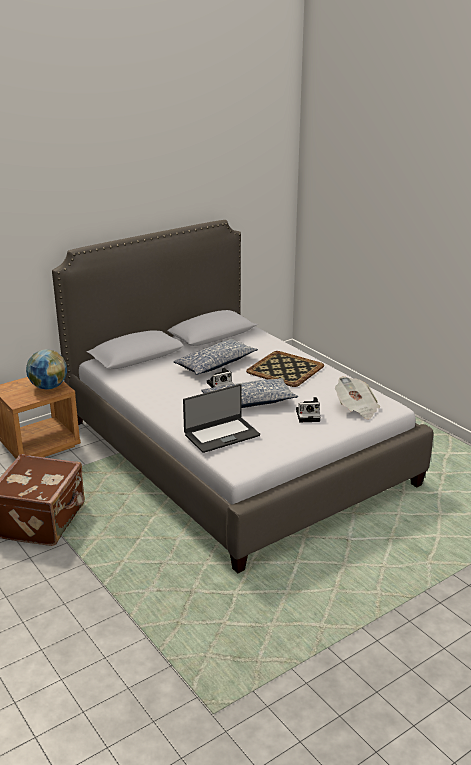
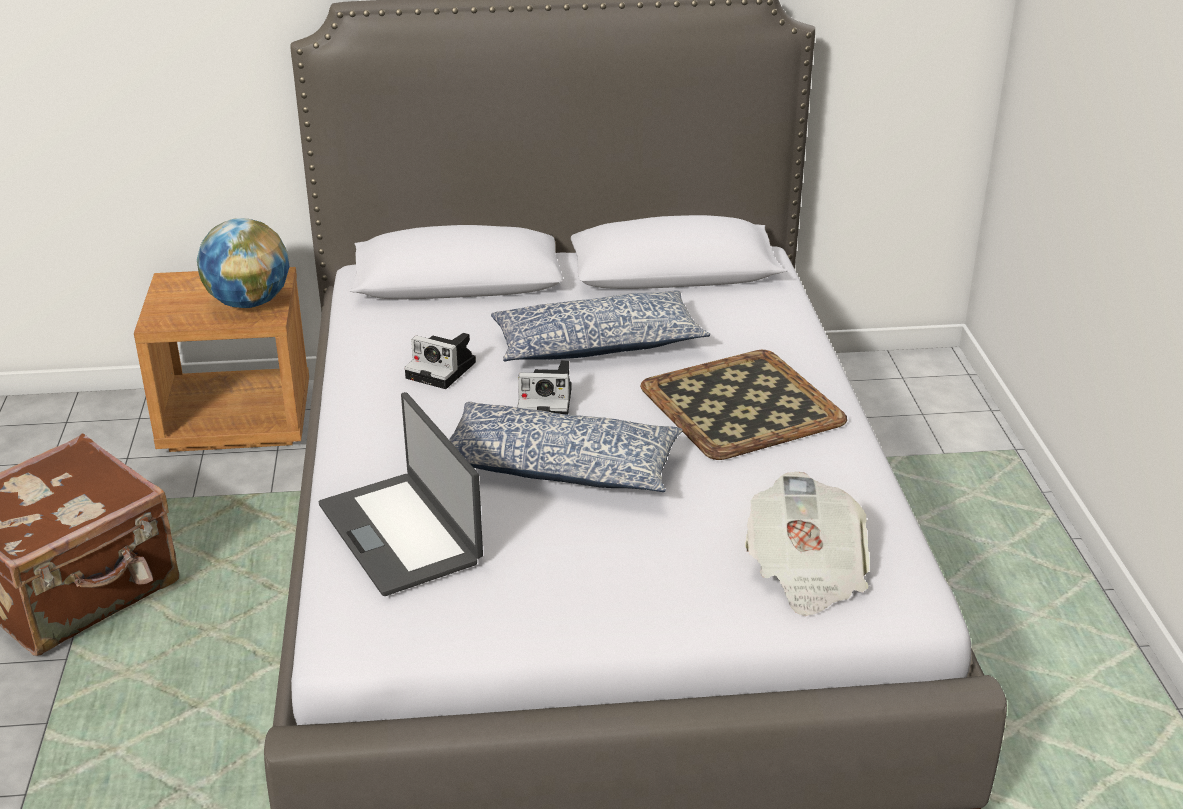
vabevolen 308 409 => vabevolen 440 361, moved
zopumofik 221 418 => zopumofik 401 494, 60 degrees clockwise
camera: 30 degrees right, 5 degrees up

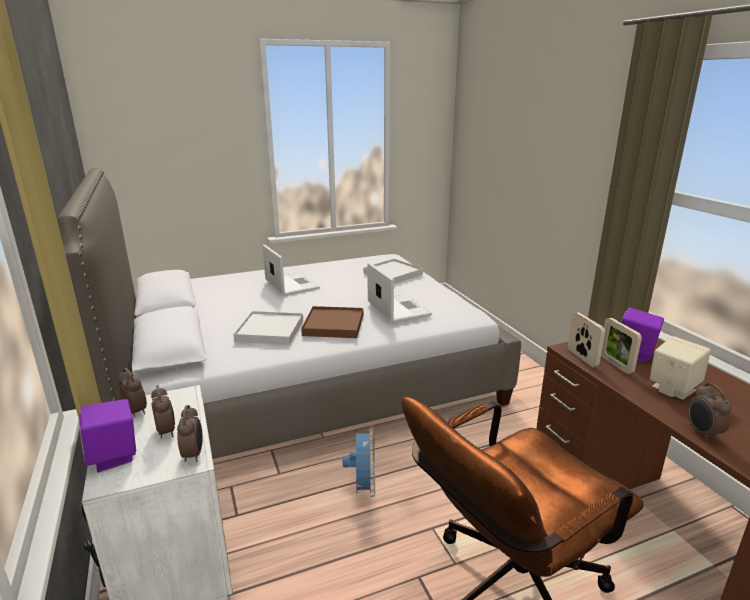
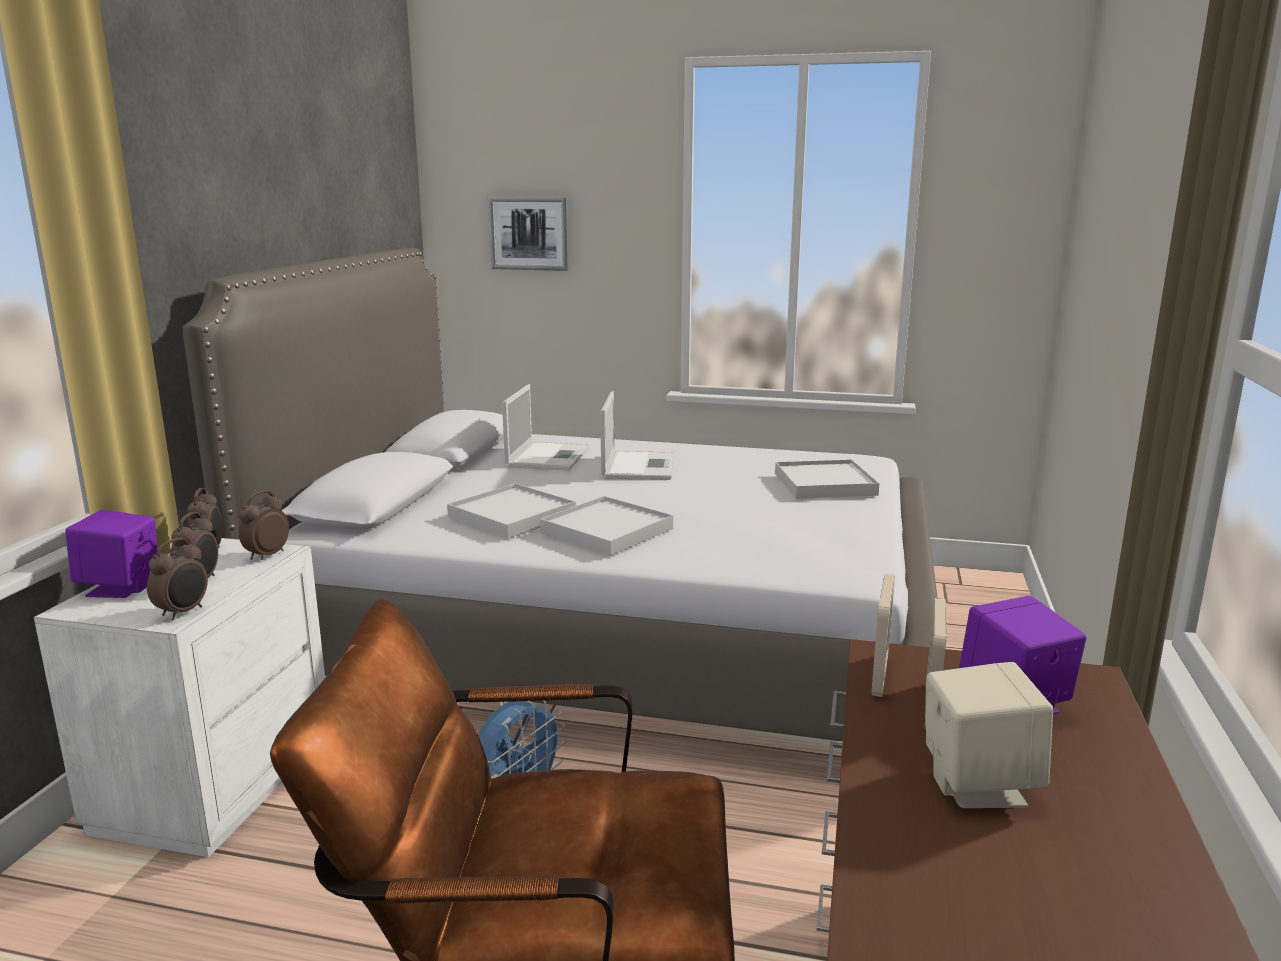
nothing => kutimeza 528 234
zopumofik 399 292 => zopumofik 546 427, moved
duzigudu 710 412 => duzigudu 264 525, moved
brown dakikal 332 322 => white dakikal 606 526
camera: 35 degrees right, 5 degrees down

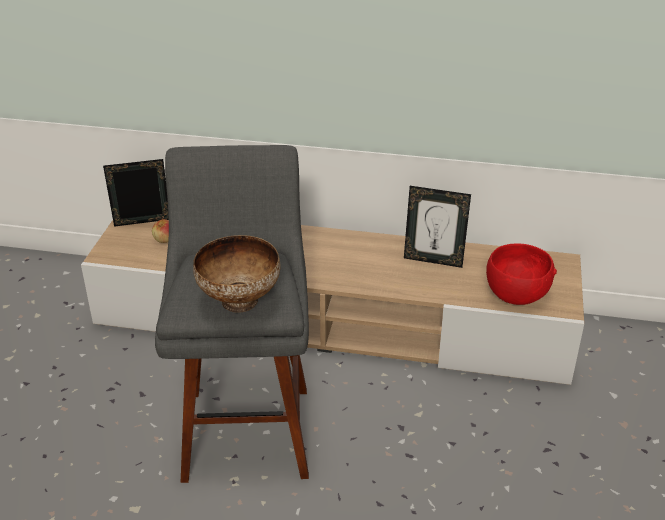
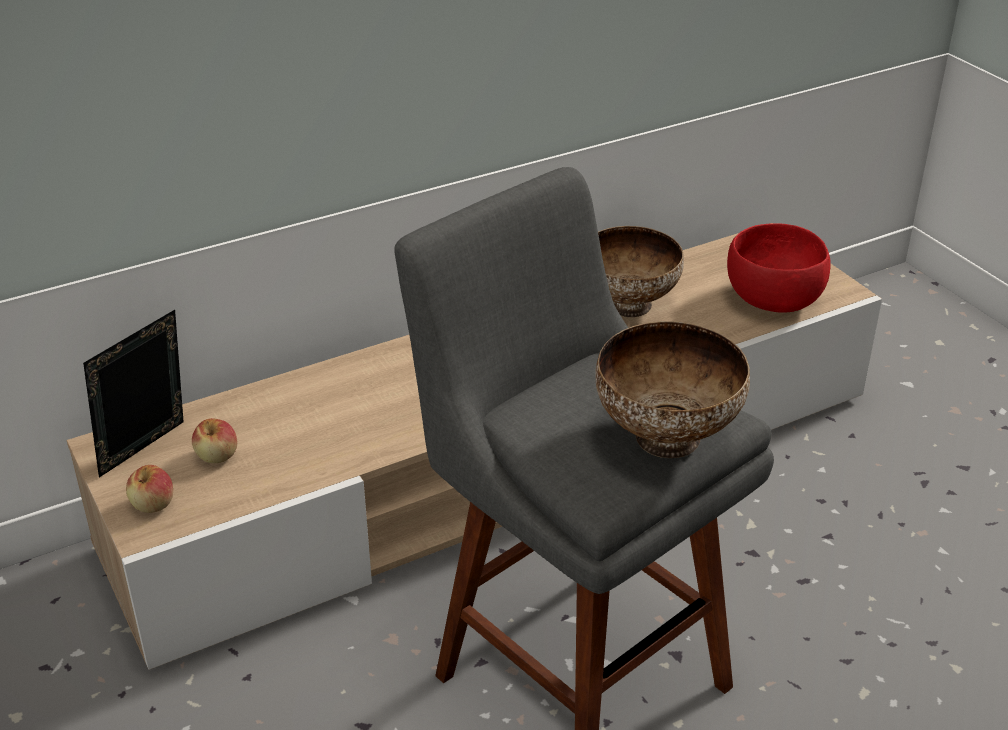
nothing => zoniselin 149 489
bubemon 437 227 => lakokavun 641 271
camera: 40 degrees left, 0 degrees up

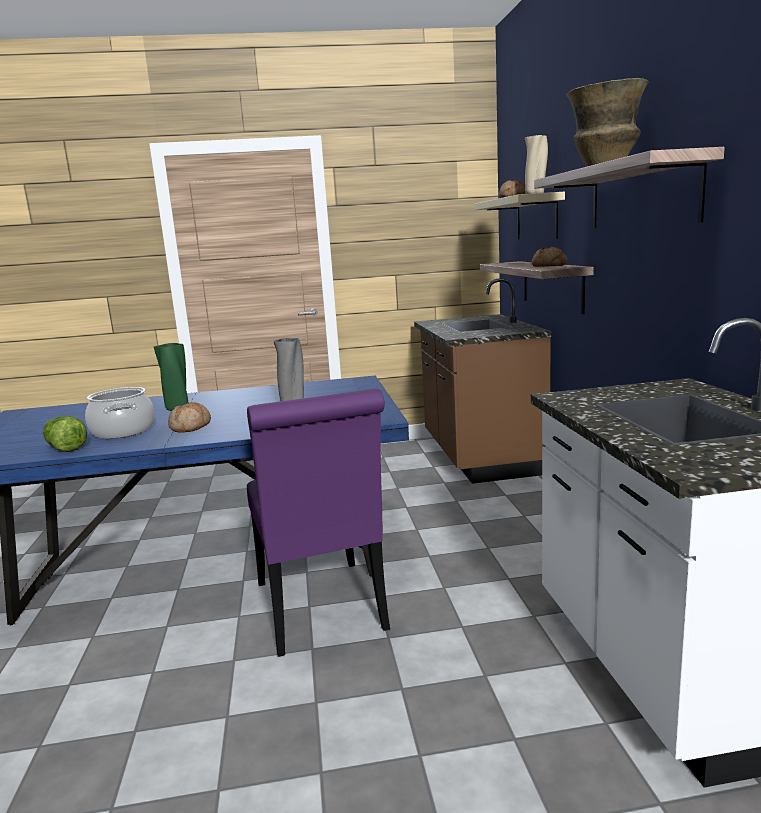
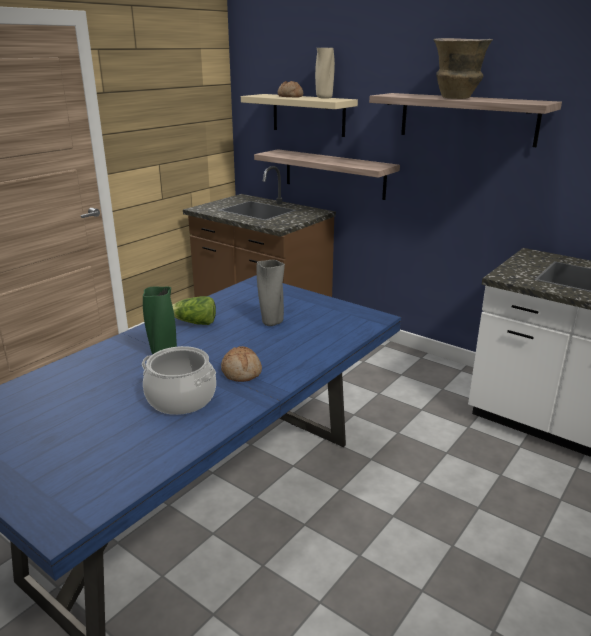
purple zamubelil 318 523 => nothing
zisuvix 549 257 => nothing
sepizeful 65 434 => sepizeful 194 310, moved
camera: 45 degrees left, 10 degrees up

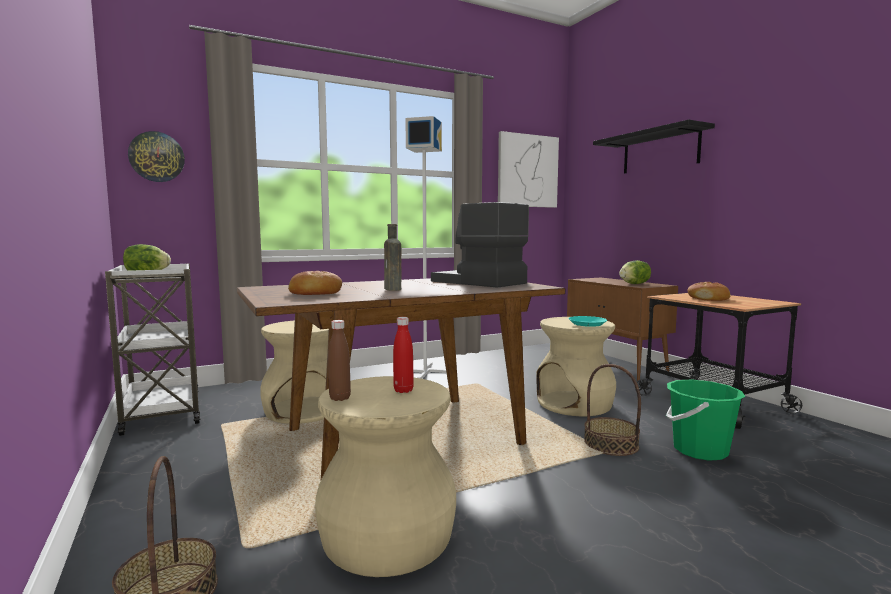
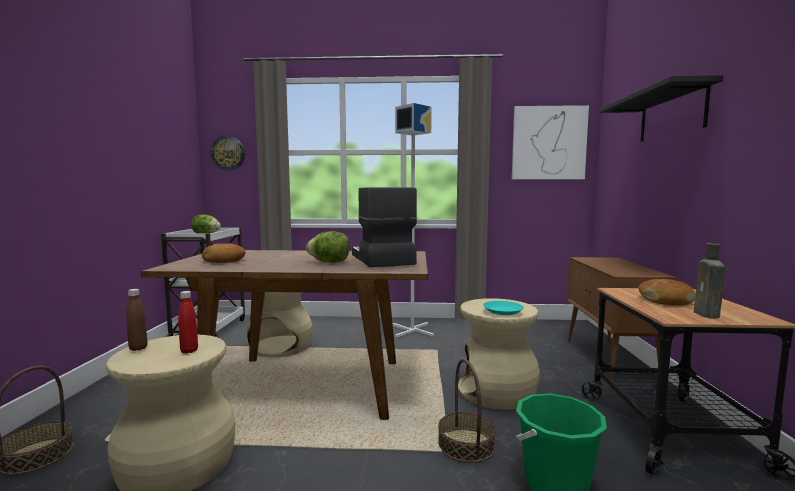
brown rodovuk 393 257 => brown rodovuk 709 281, moved
sepizeful 635 272 => sepizeful 327 247, moved
camera: 30 degrees right, 0 degrees up

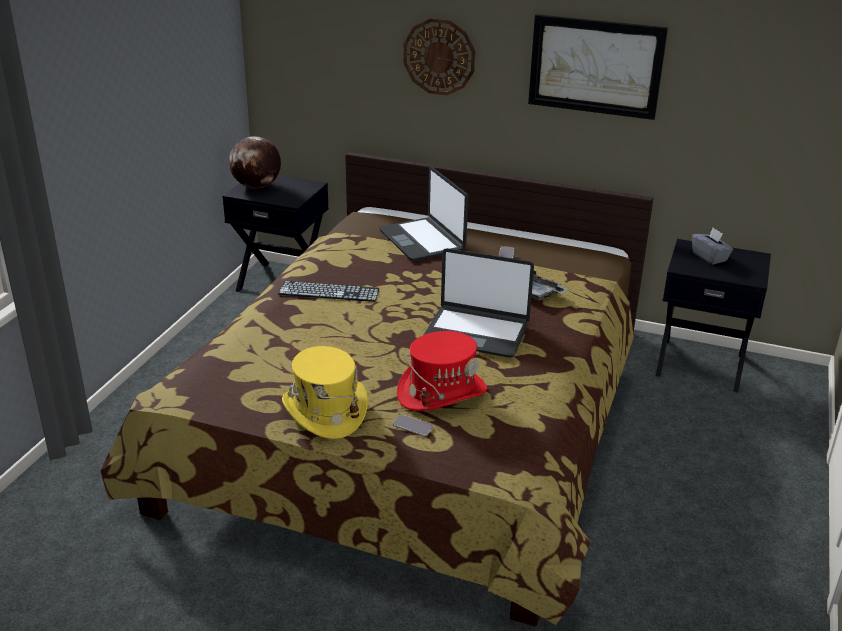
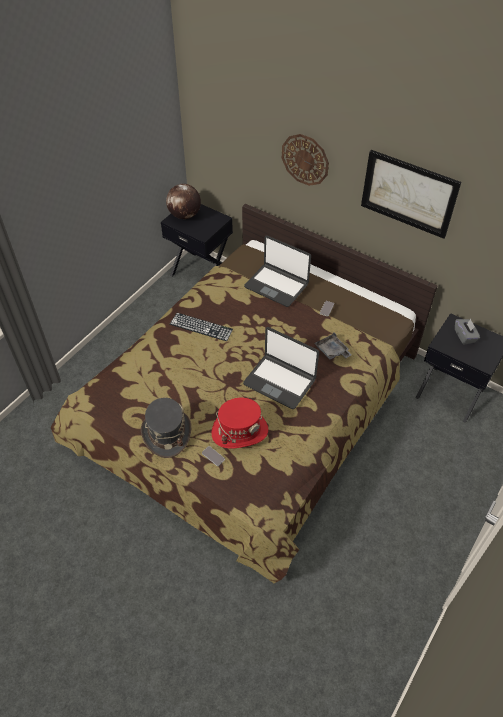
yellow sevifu 325 392 => grey sevifu 166 427
zopumofik 423 214 => zopumofik 277 271, 45 degrees counterclockwise
camera: 15 degrees right, 20 degrees up

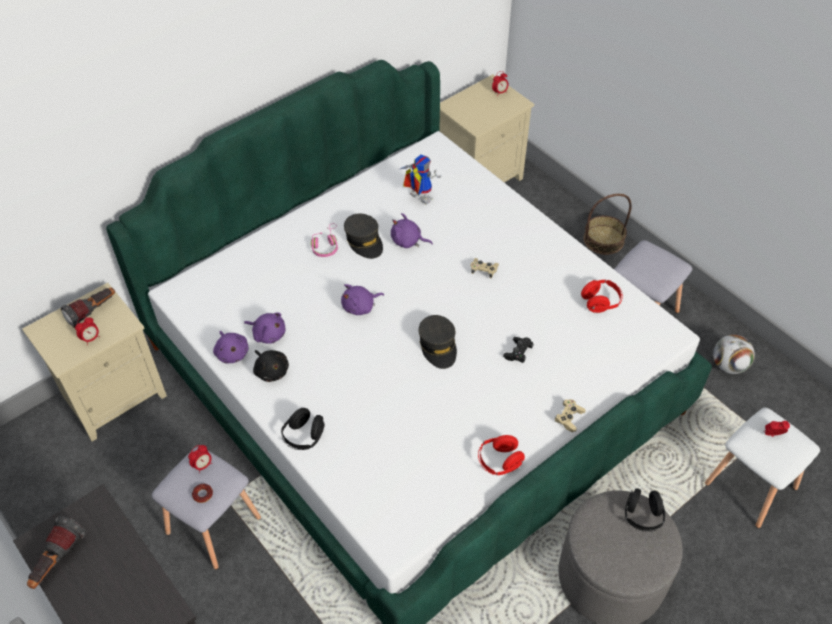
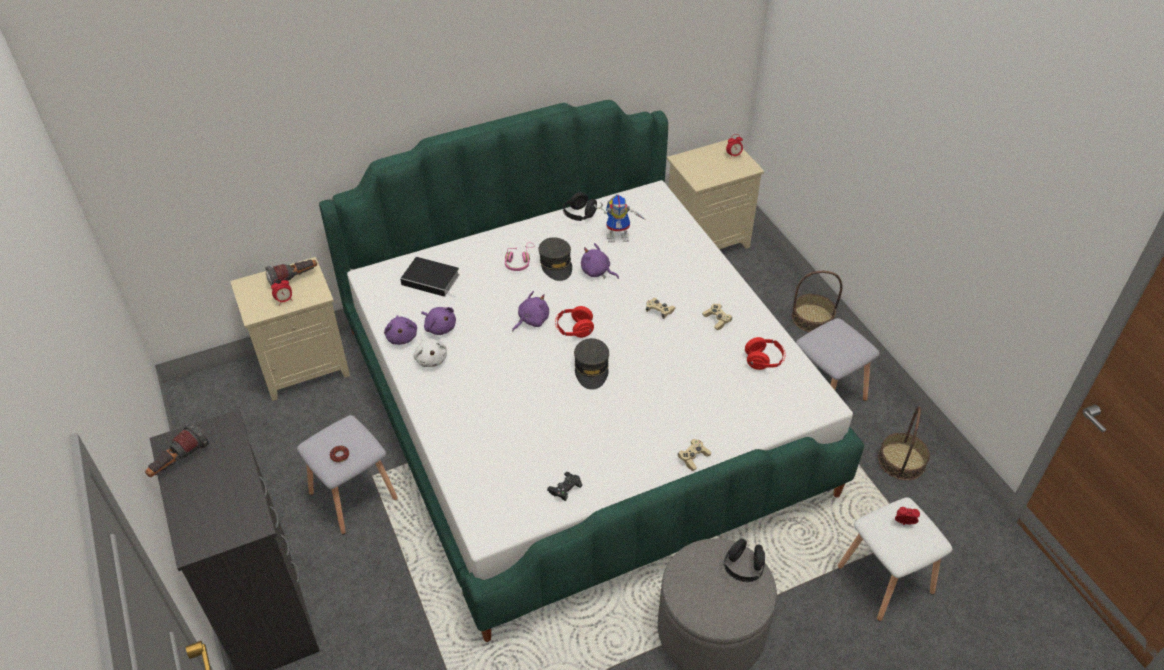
duzigudu 200 459 => nothing
nothing => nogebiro 430 277
nothing => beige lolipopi 717 317
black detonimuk 303 429 => black detonimuk 580 206, moved
red detonimuk 501 455 => red detonimuk 574 322, moved
black lolipopi 518 350 => black lolipopi 564 486, moved
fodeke 734 354 => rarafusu 904 443
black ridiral 271 366 => white ridiral 430 352
purple ridiral 362 299 => purple ridiral 530 311, 150 degrees clockwise
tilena 420 179 => tilena 620 218, 120 degrees clockwise
camera: 15 degrees right, 5 degrees down

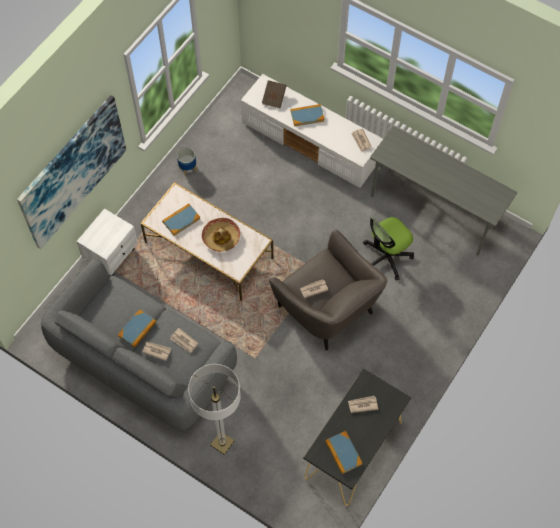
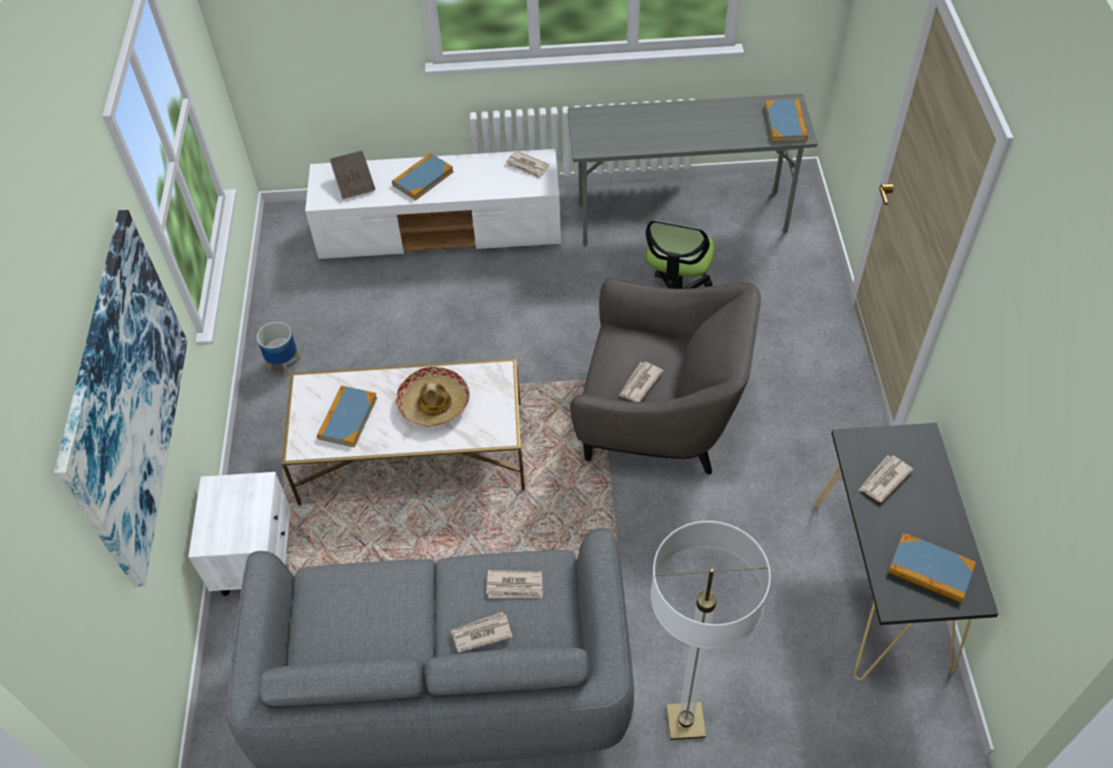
nogebiro 137 328 => nogebiro 786 121, moved
camera: 35 degrees left, 10 degrees down

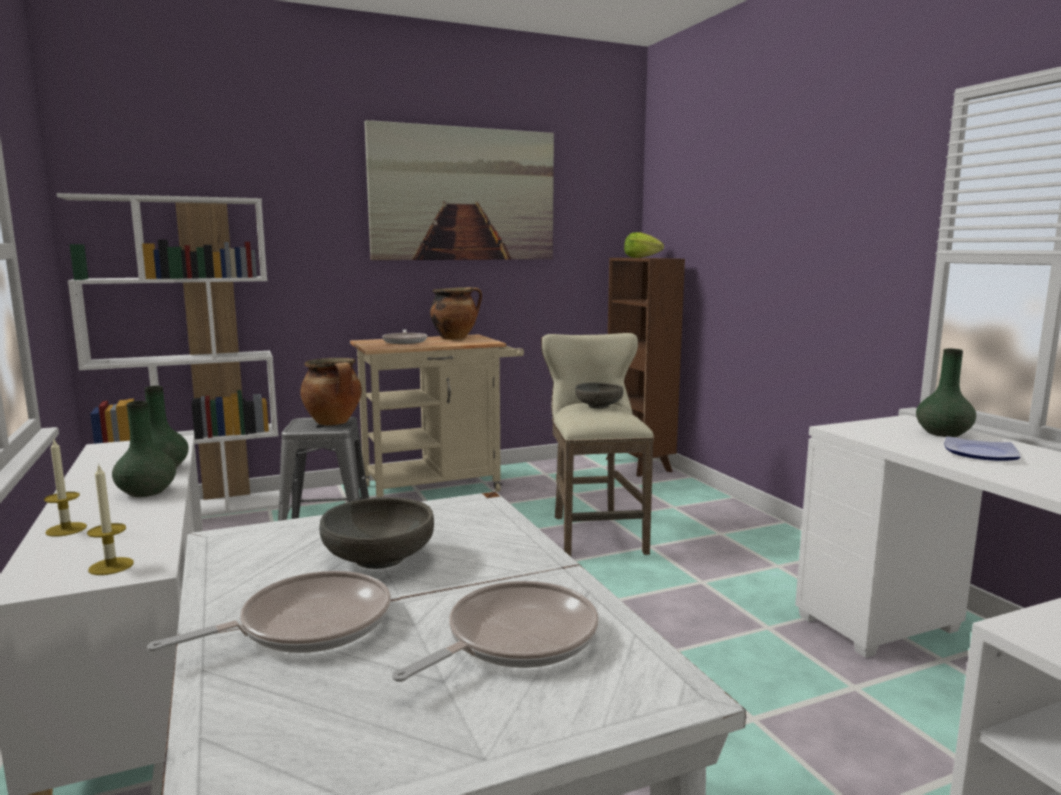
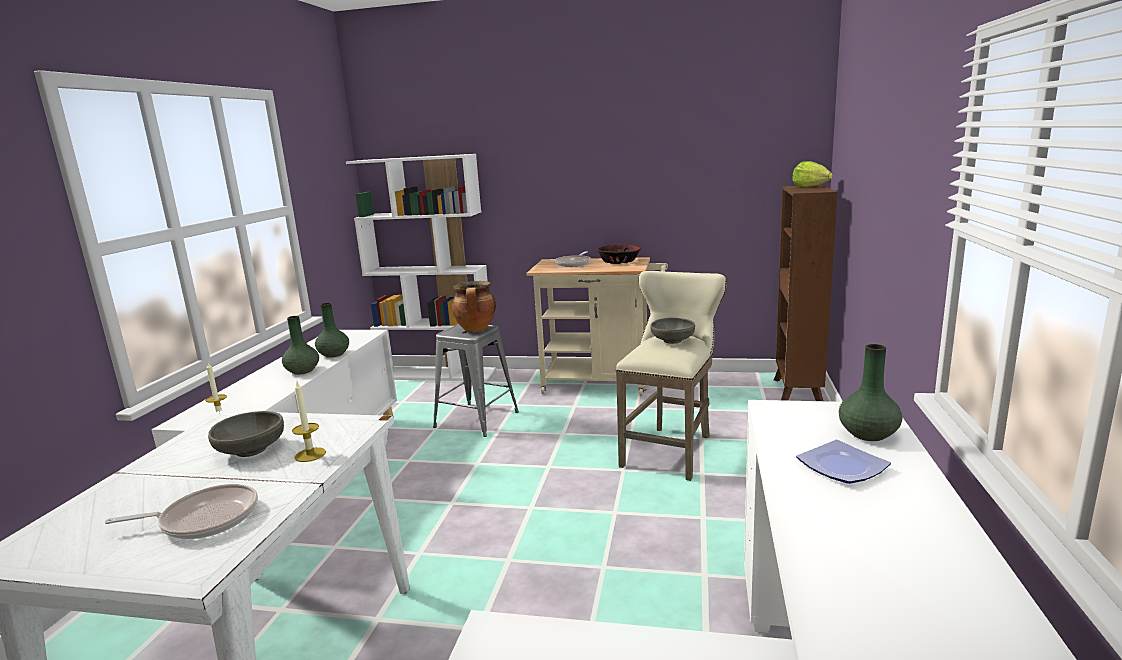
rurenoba 269 612 => nothing
kutimeza 459 190 => nothing
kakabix 65 488 => kakabix 309 422, moved
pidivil 456 313 => lakokavun 619 254
camera: 35 degrees right, 5 degrees up

